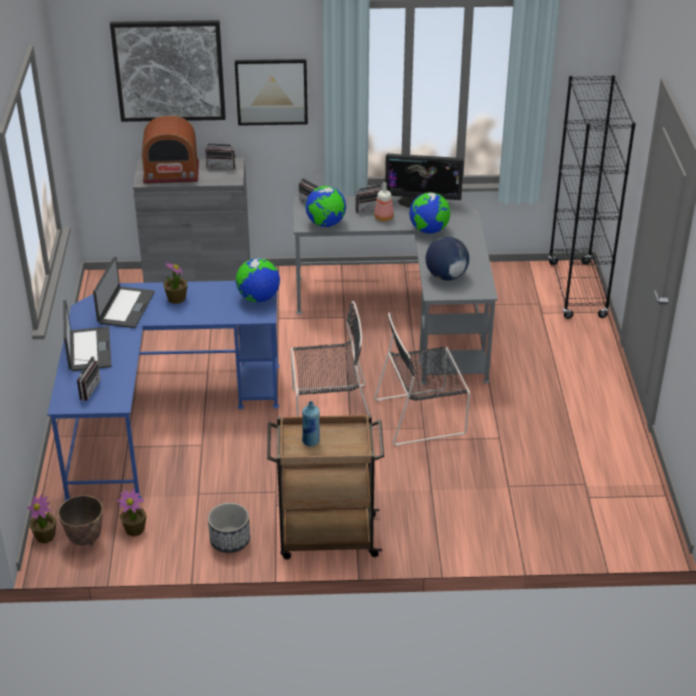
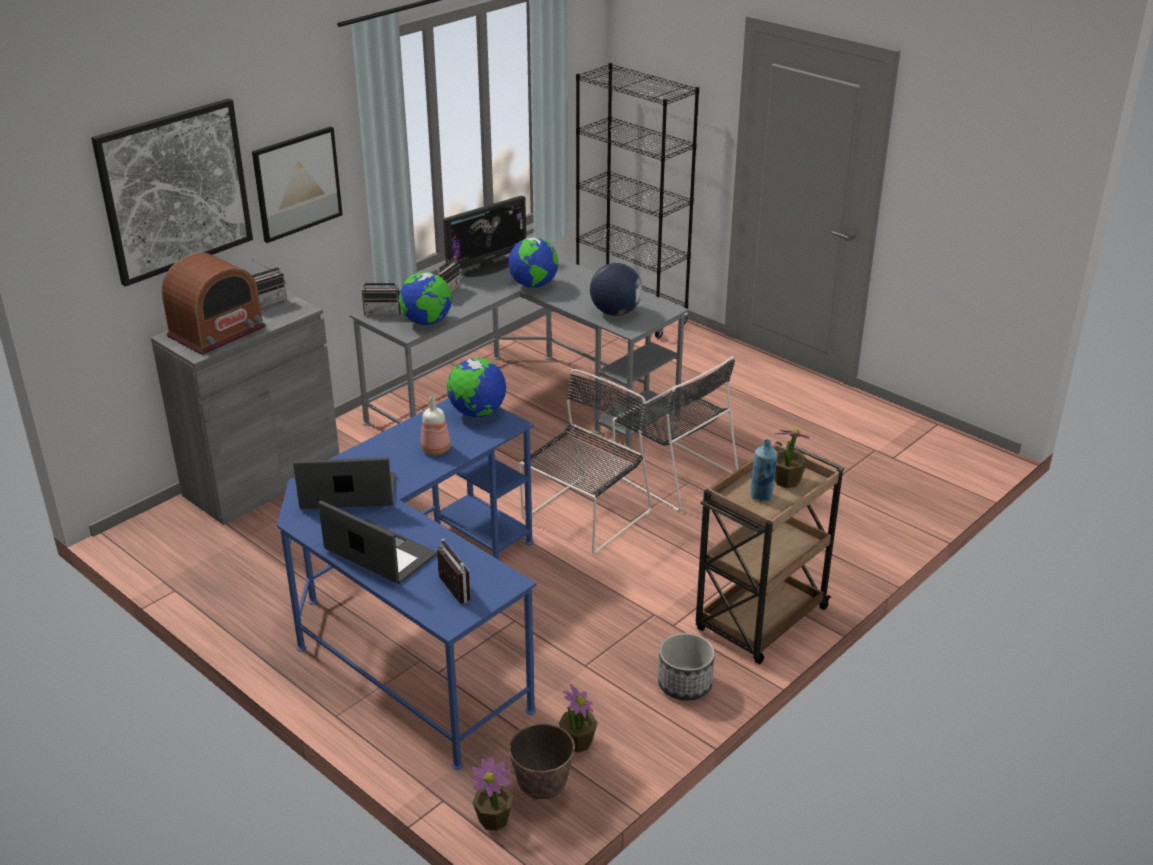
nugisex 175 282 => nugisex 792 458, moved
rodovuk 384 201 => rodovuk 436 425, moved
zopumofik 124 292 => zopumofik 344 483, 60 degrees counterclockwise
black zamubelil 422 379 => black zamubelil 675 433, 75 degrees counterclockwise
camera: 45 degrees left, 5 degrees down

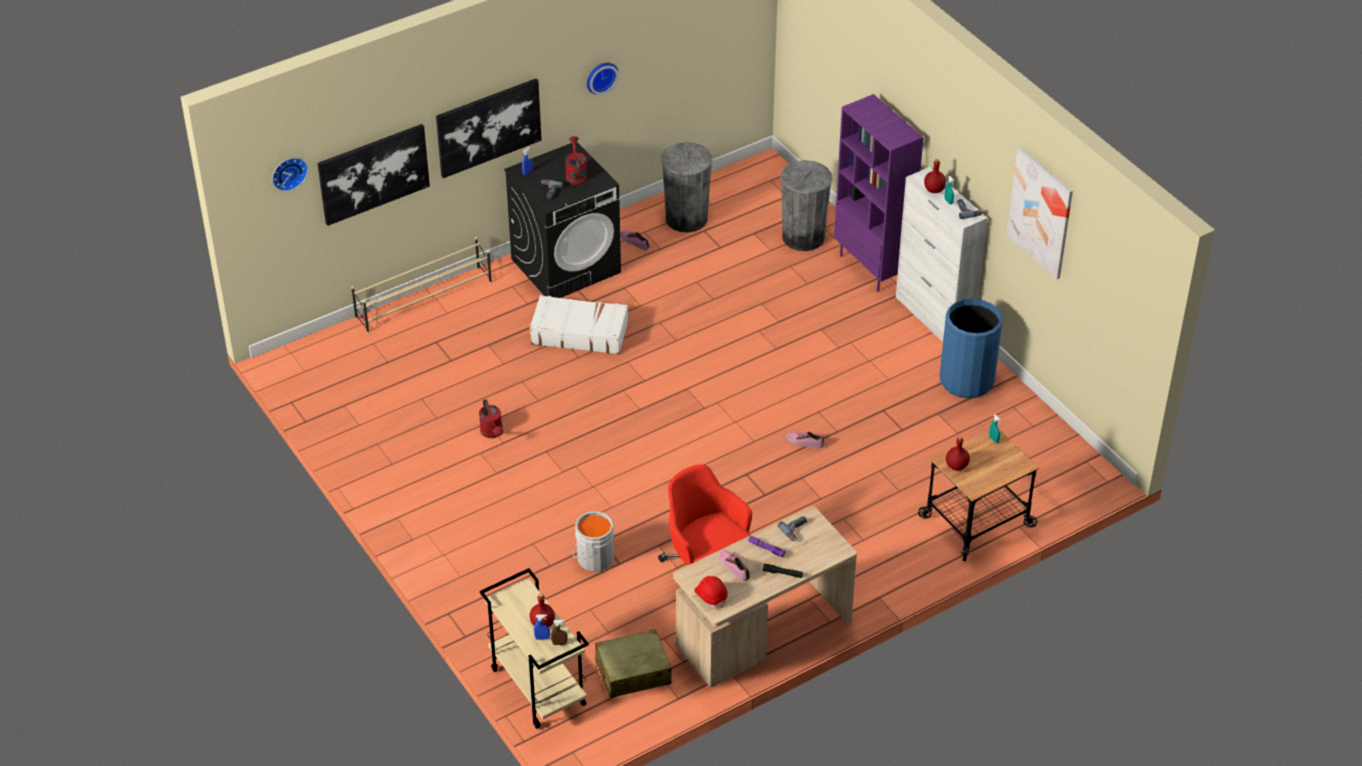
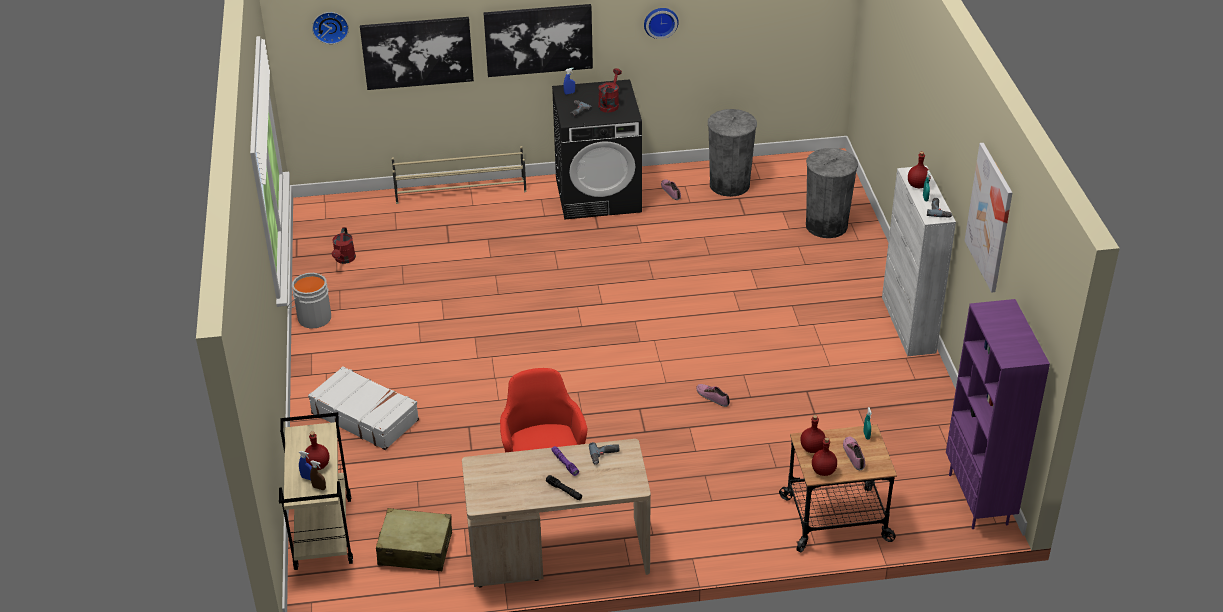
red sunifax 711 592 => nothing
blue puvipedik 971 348 => nothing
nothing => red rodovuk 824 456
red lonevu 491 418 => red lonevu 344 245, moved
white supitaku 579 324 => white supitaku 363 408, moved
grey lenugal 593 541 => grey lenugal 309 301, moved
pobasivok 734 565 => pobasivok 854 453, moved
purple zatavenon 878 193 => purple zatavenon 998 414, moved
camera: 25 degrees right, 5 degrees down

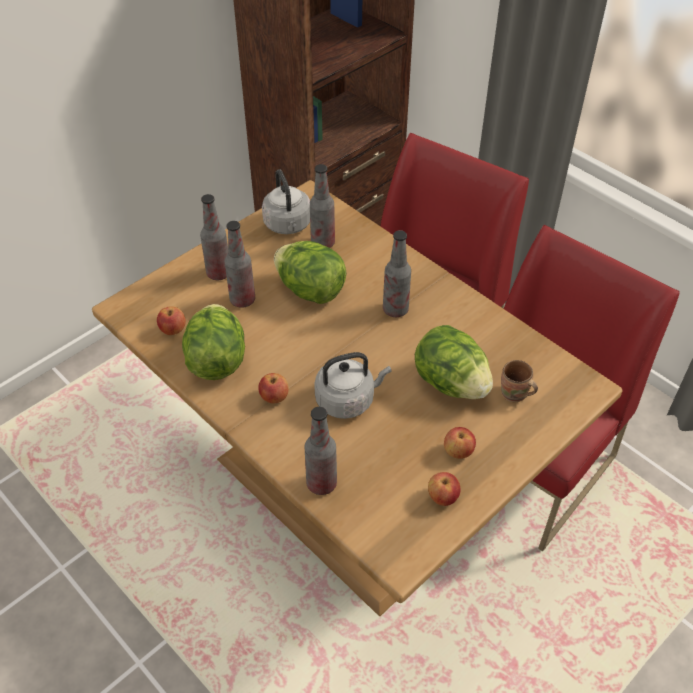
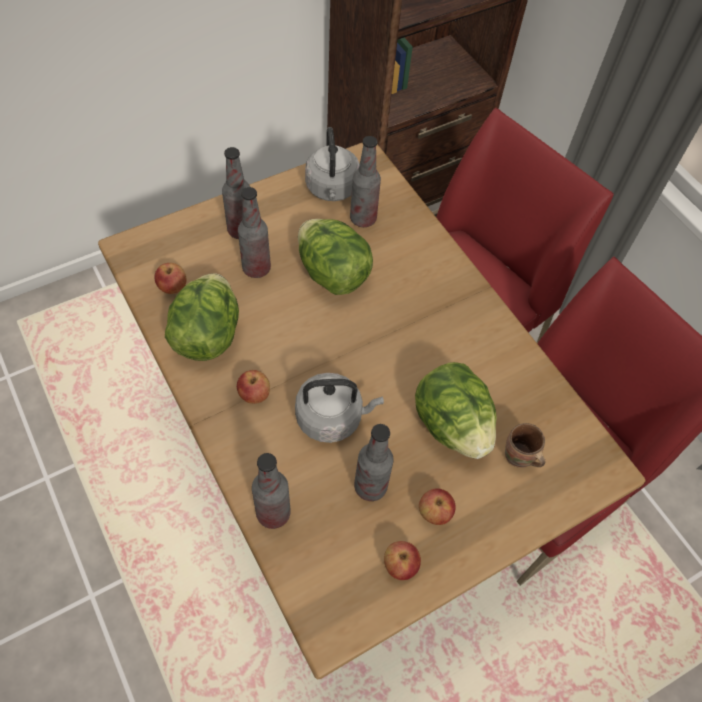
rodovuk 397 273 => rodovuk 374 462, moved
camera: 10 degrees right, 10 degrees up

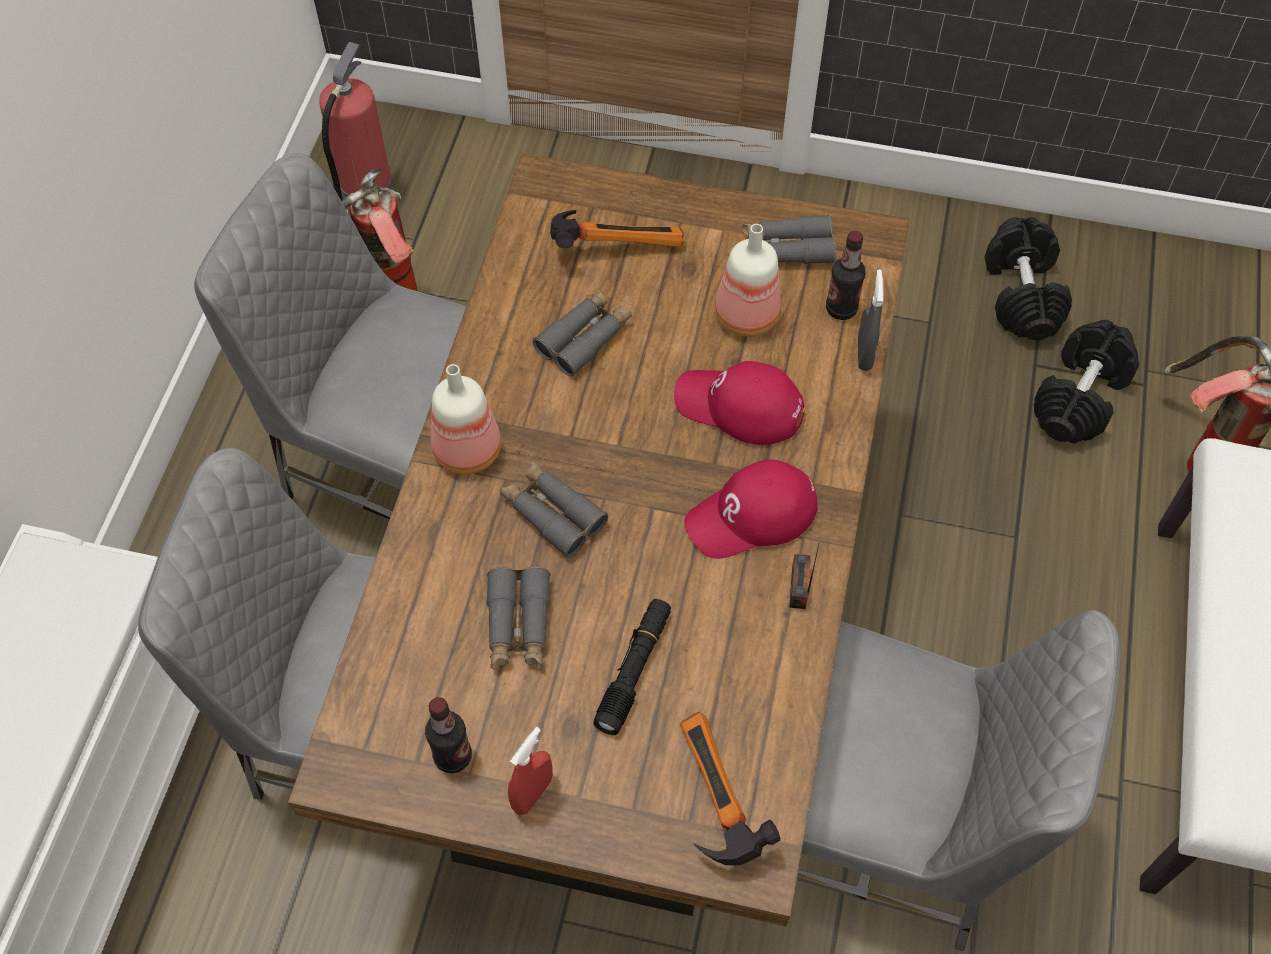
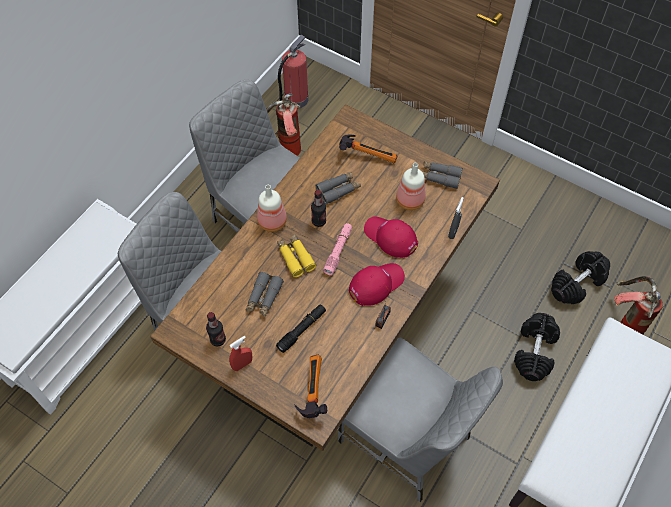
nothing => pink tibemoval 337 249
rodovuk 845 275 => rodovuk 318 208, moved
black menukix 1028 278 => black menukix 537 347, moved
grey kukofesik 554 509 => yellow kukofesik 296 255
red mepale 751 509 => red mepale 377 284, 150 degrees clockwise
camera: 20 degrees right, 0 degrees up

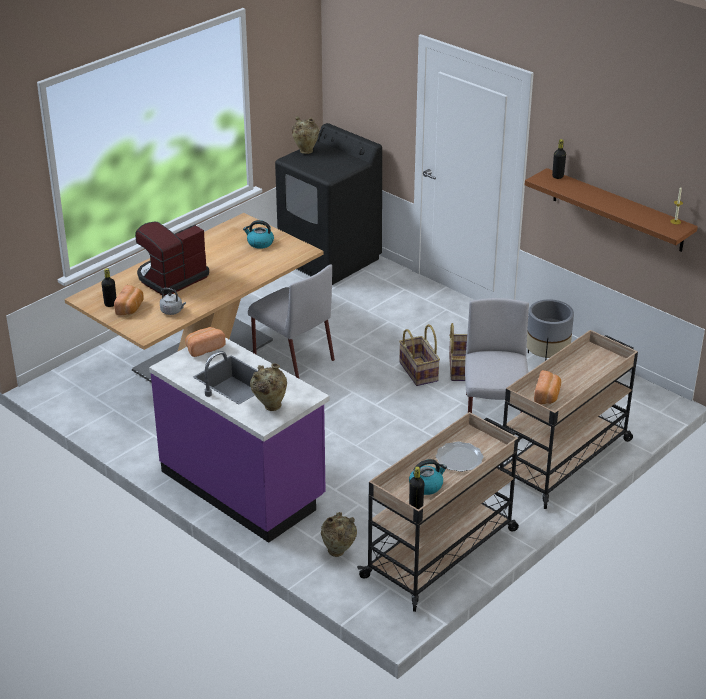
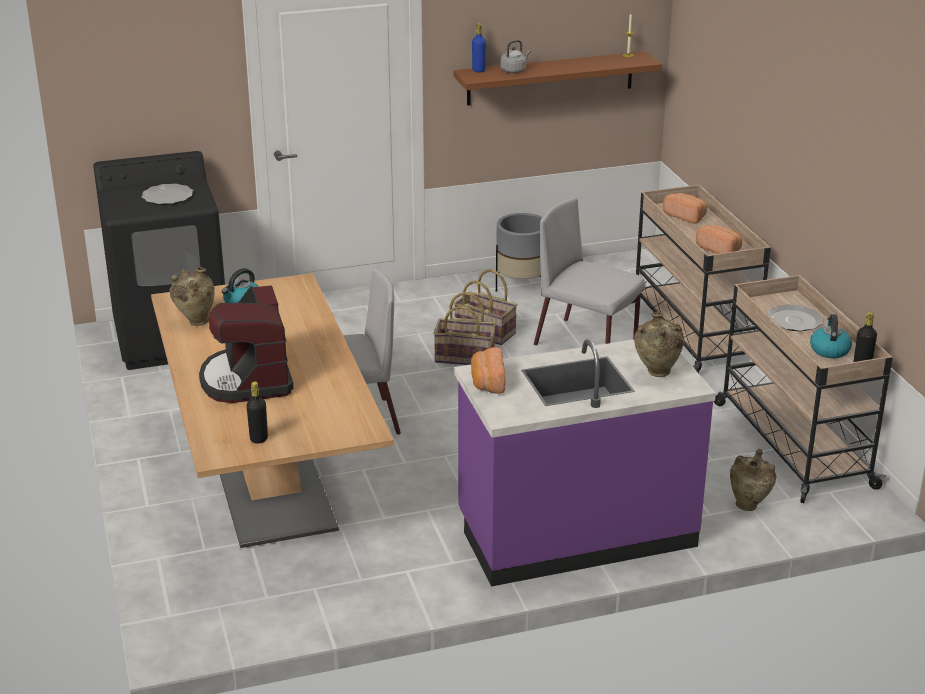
nothing => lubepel 167 194
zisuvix 129 300 => zisuvix 685 208, moved
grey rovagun 173 301 => grey rovagun 516 56, moved
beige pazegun 305 135 => beige pazegun 192 296, moved
black rodovuk 559 159 => blue rodovuk 479 47
camera: 60 degrees left, 5 degrees down

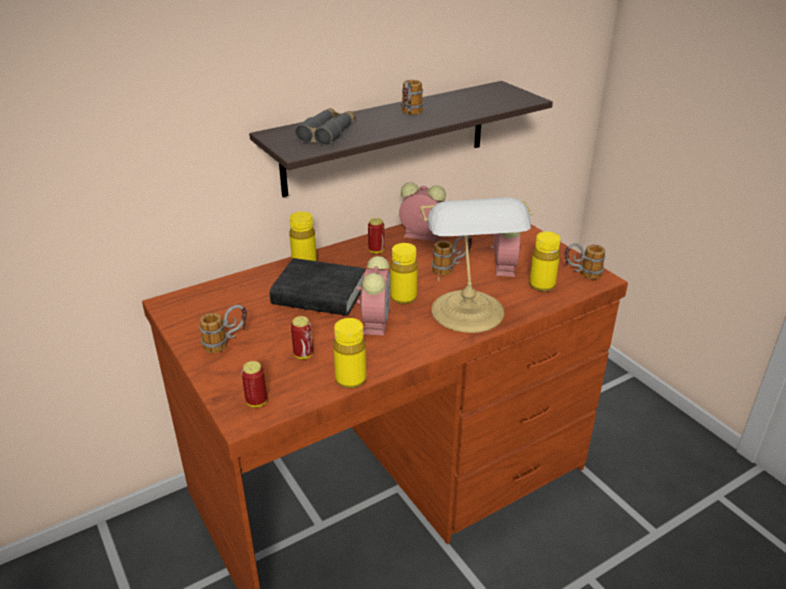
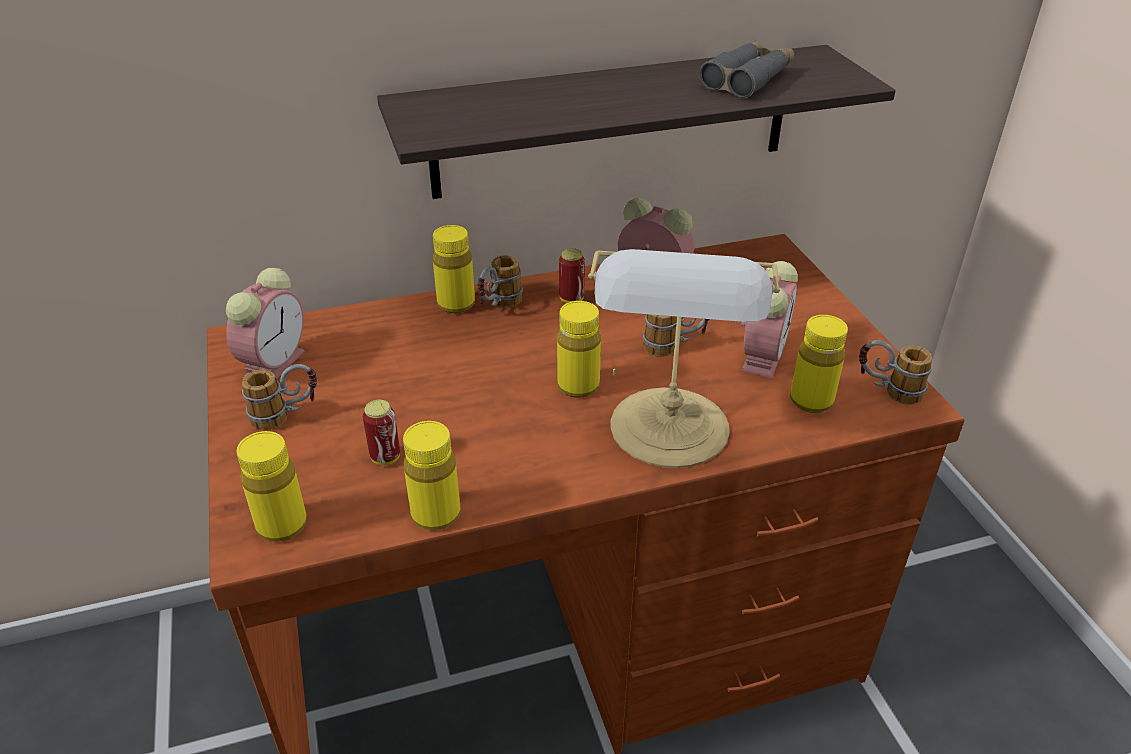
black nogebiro 317 287 => nothing
grey kukofesik 325 127 => grey kukofesik 746 69, moved
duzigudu 374 296 => duzigudu 265 324, moved
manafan 412 97 => manafan 500 281, moved
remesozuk 254 384 => yellow rodovuk 271 486
camera: 15 degrees right, 5 degrees up

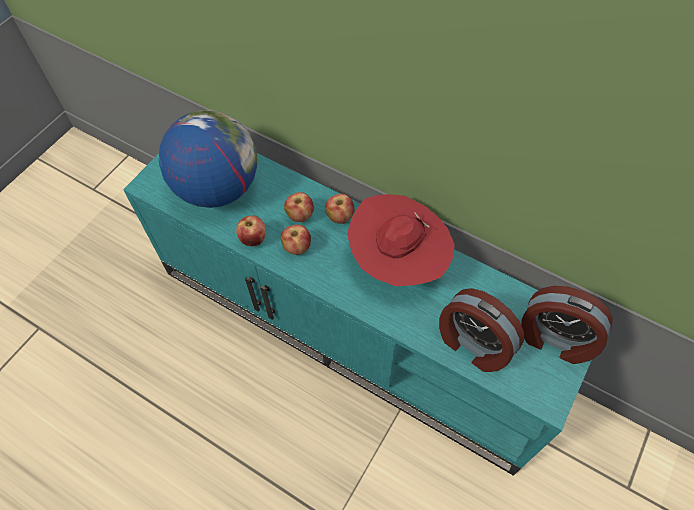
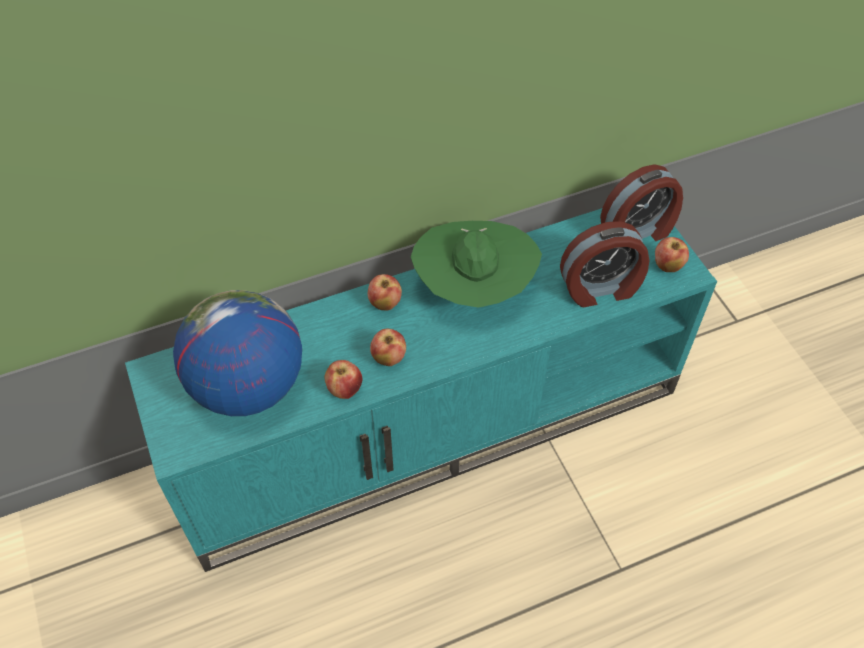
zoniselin 299 207 => zoniselin 672 254, moved
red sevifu 401 240 => green sevifu 476 264
camera: 55 degrees left, 5 degrees down

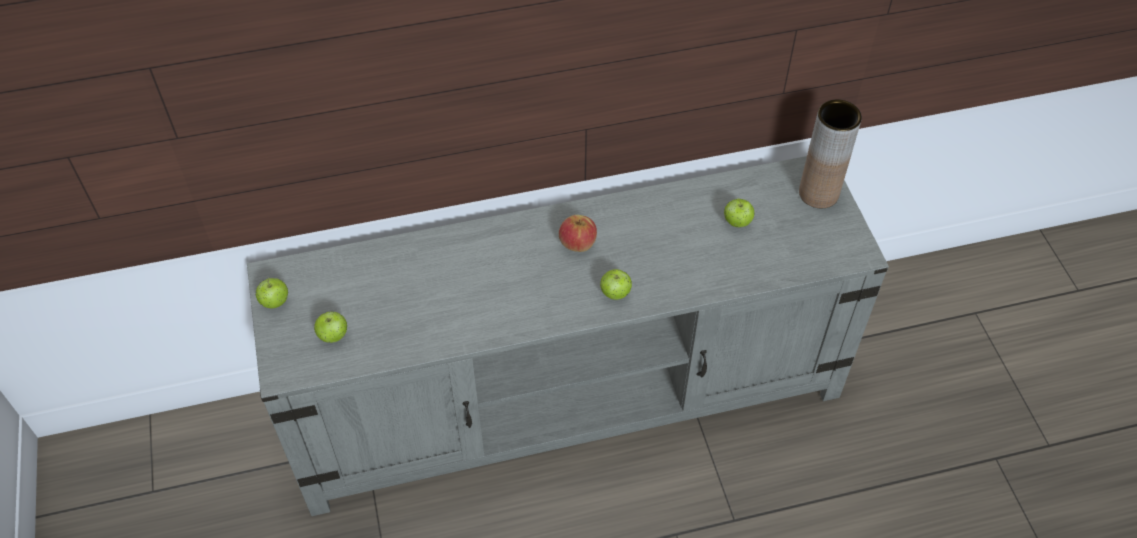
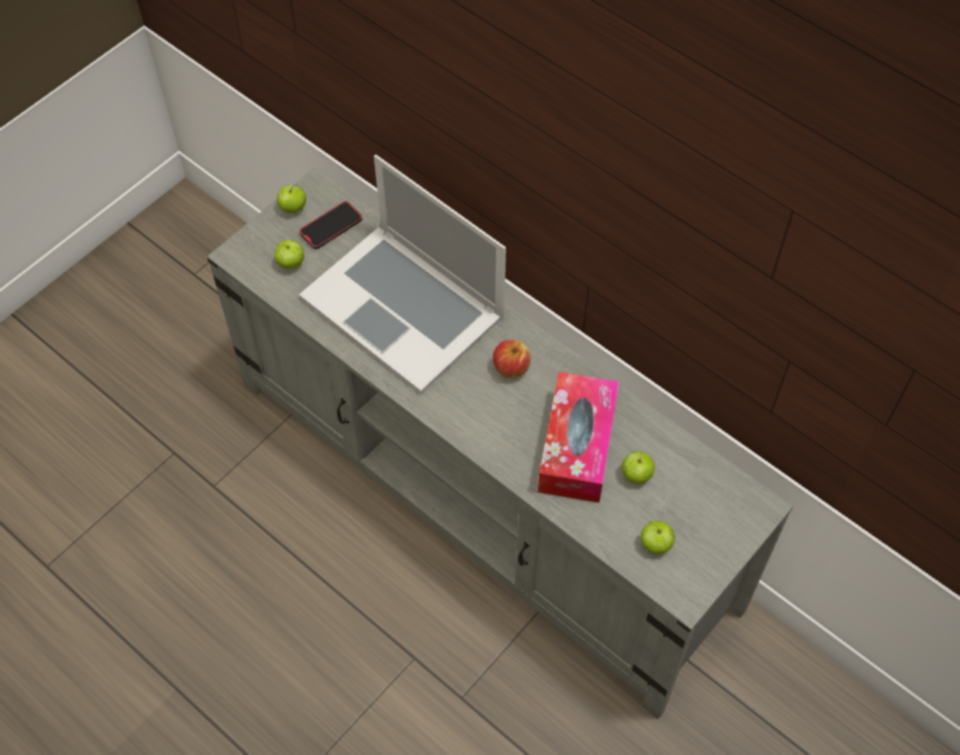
brown pazegun 830 153 => nothing
nothing => zopumofik 402 274
nothing => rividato 330 225
nothing => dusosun 578 437
zoniselin 616 284 => zoniselin 658 537, moved
camera: 55 degrees right, 5 degrees up

